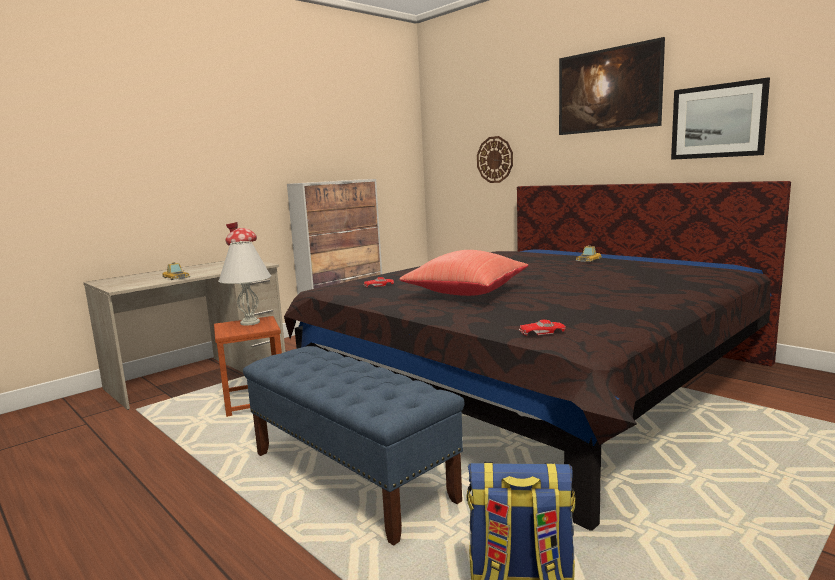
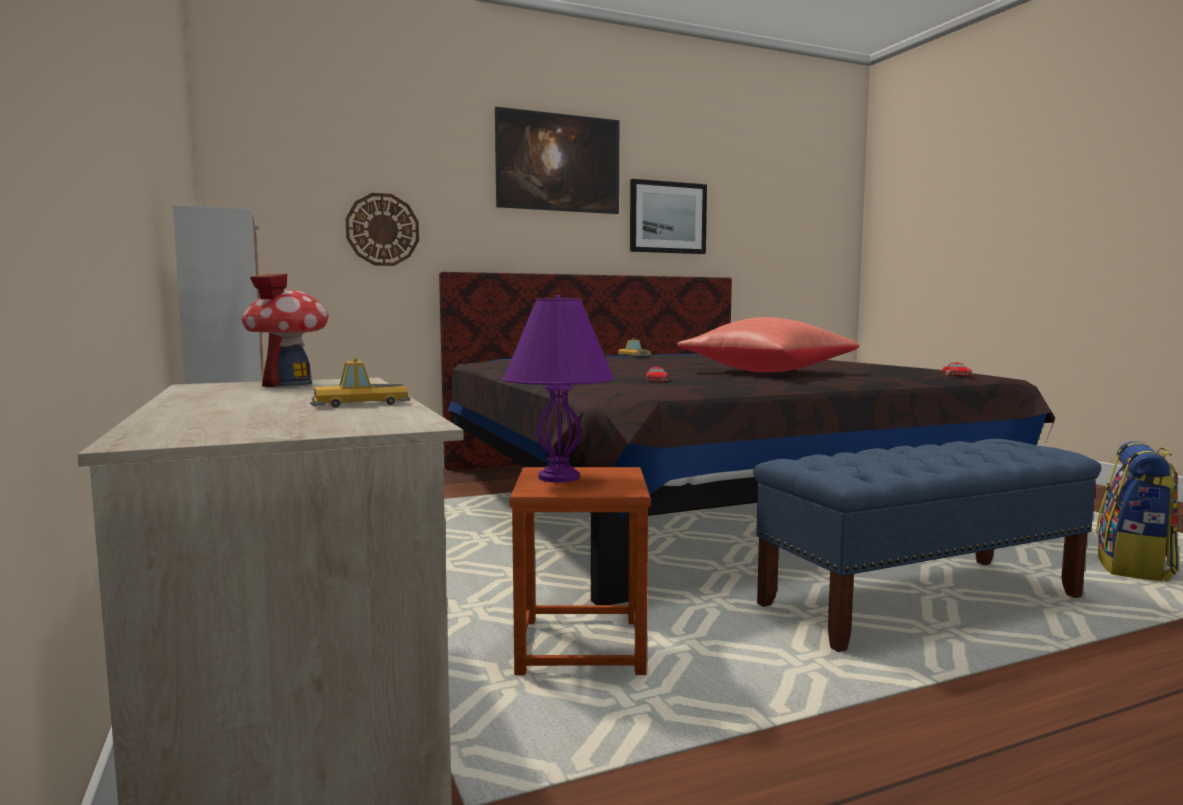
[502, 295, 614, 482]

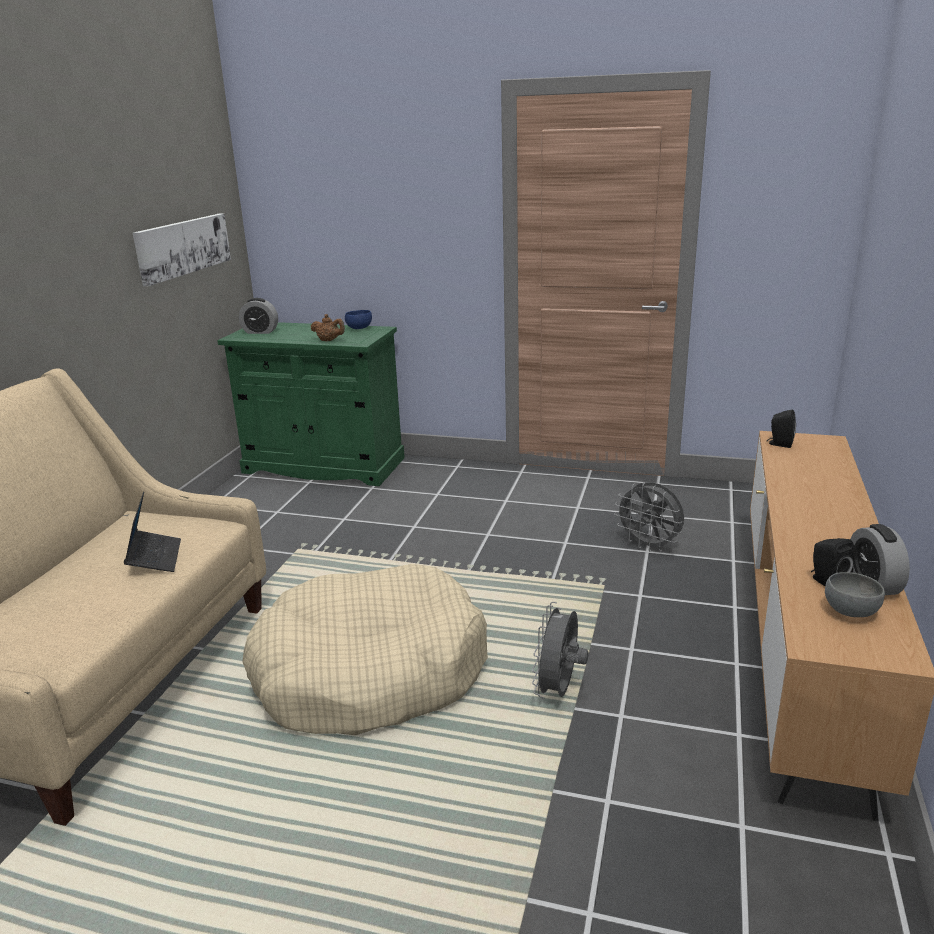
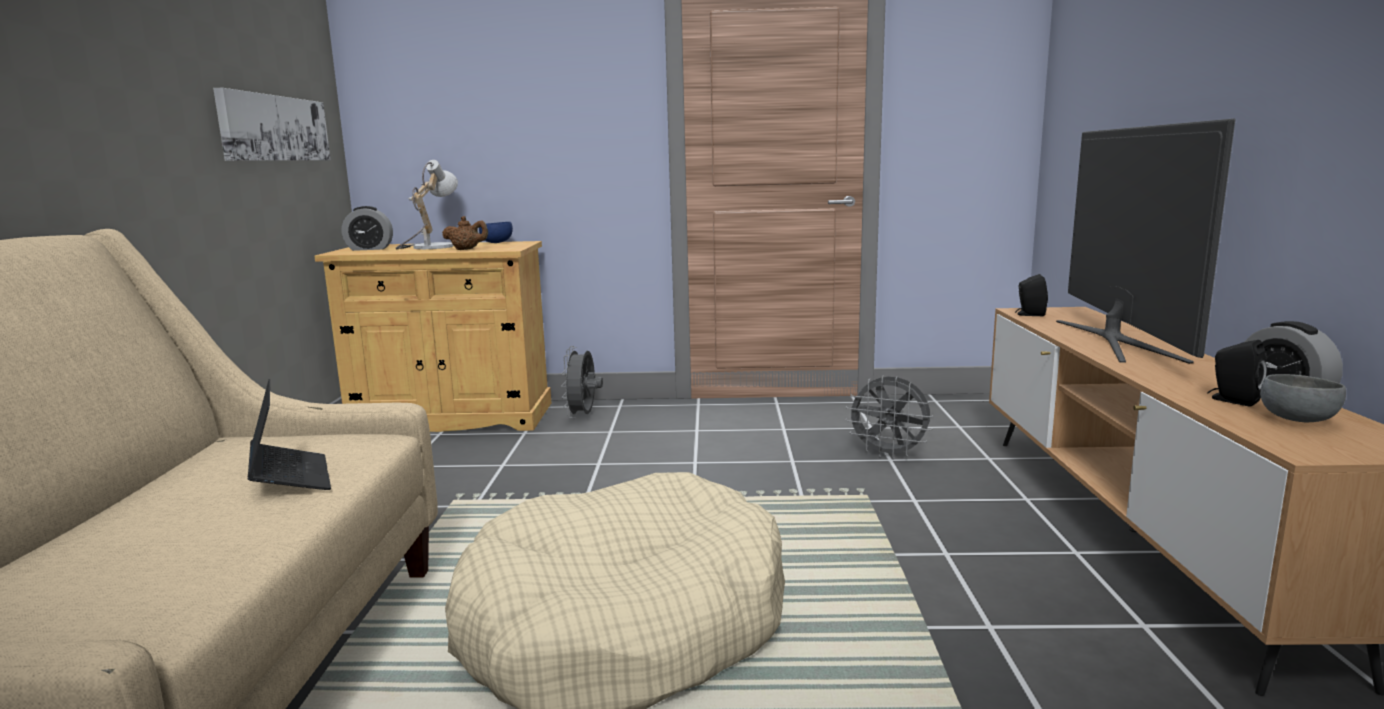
[396, 160, 458, 249]
[1056, 118, 1235, 364]
[561, 346, 603, 418]
[314, 241, 551, 432]

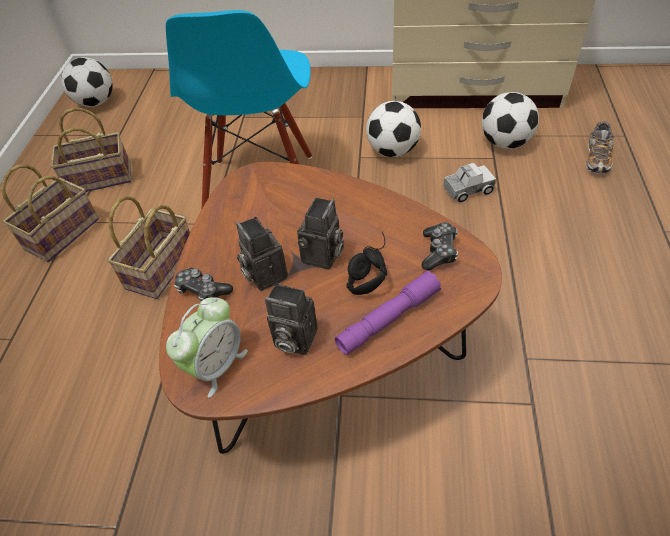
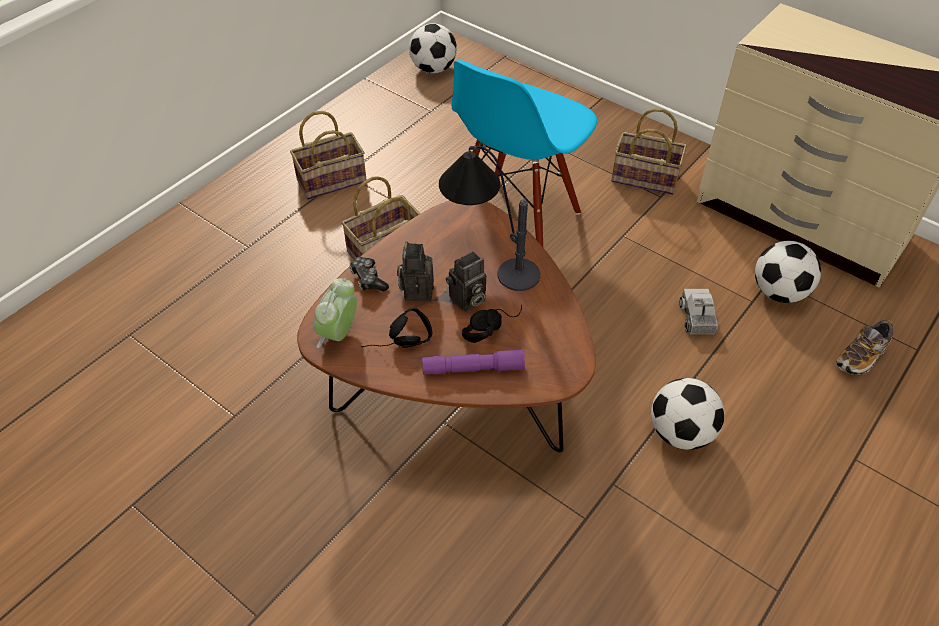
[421, 222, 458, 271] (first image)
[439, 146, 540, 291]
[611, 108, 687, 195]
[651, 378, 725, 450]
[361, 308, 432, 348]
[314, 278, 357, 348]
[679, 289, 718, 334]

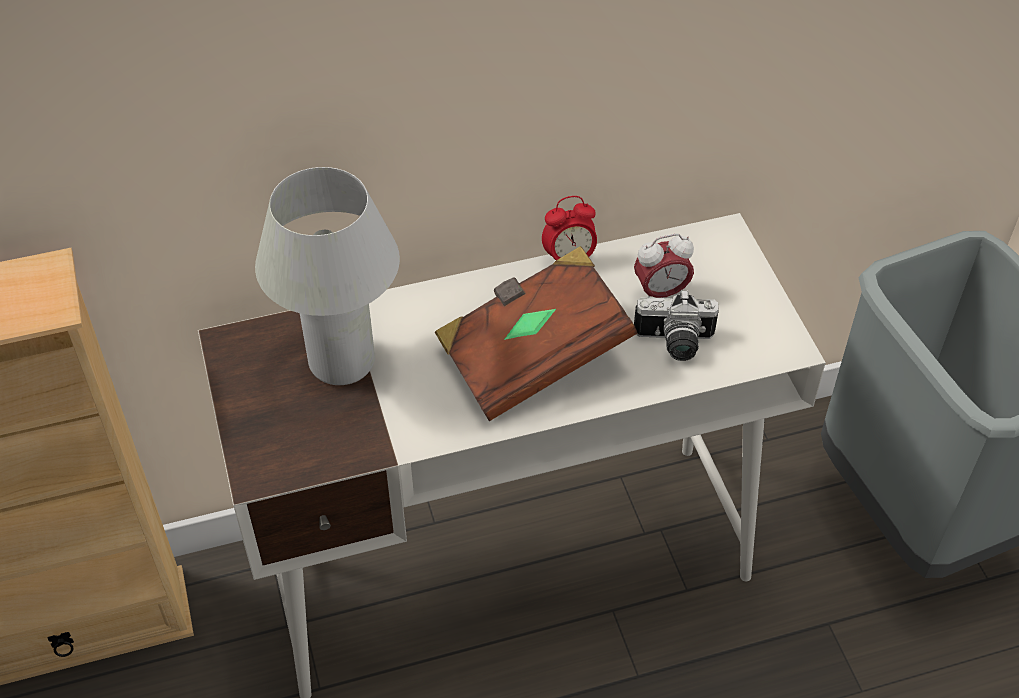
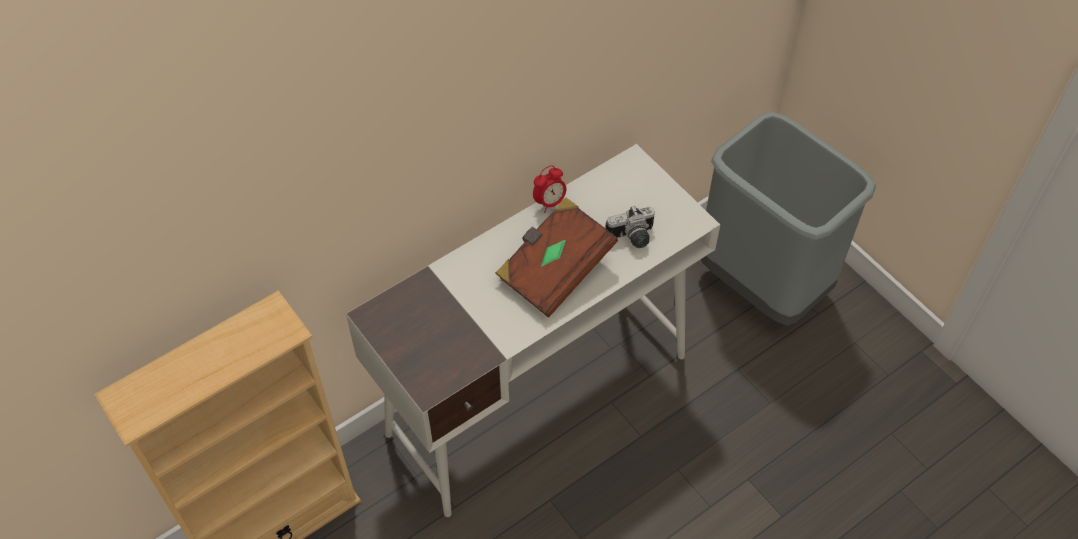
[255, 167, 400, 385] (first image)
[634, 234, 694, 298] (first image)

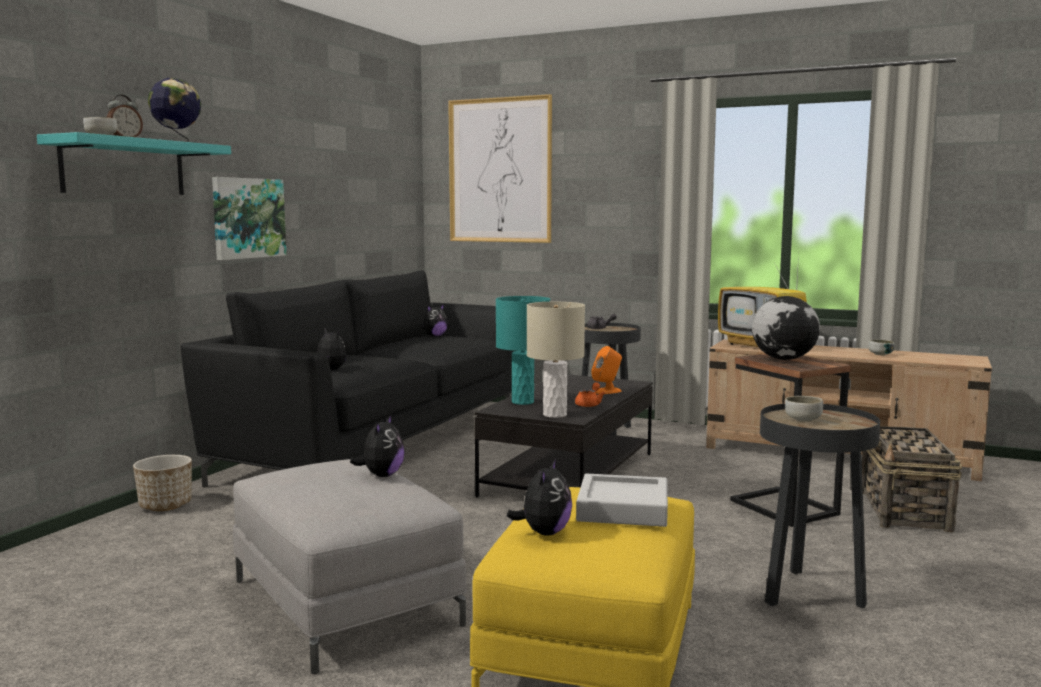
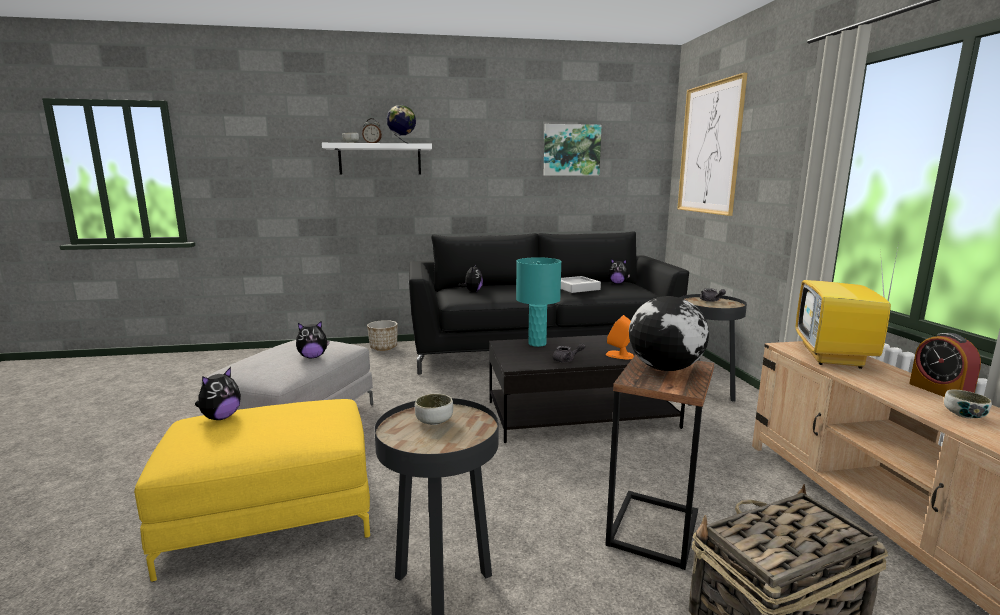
[527, 302, 585, 418] (first image)
[909, 333, 981, 397]
[544, 124, 602, 176]
[561, 276, 601, 293]
[322, 143, 432, 174]
[553, 343, 585, 362]
[195, 367, 241, 420]

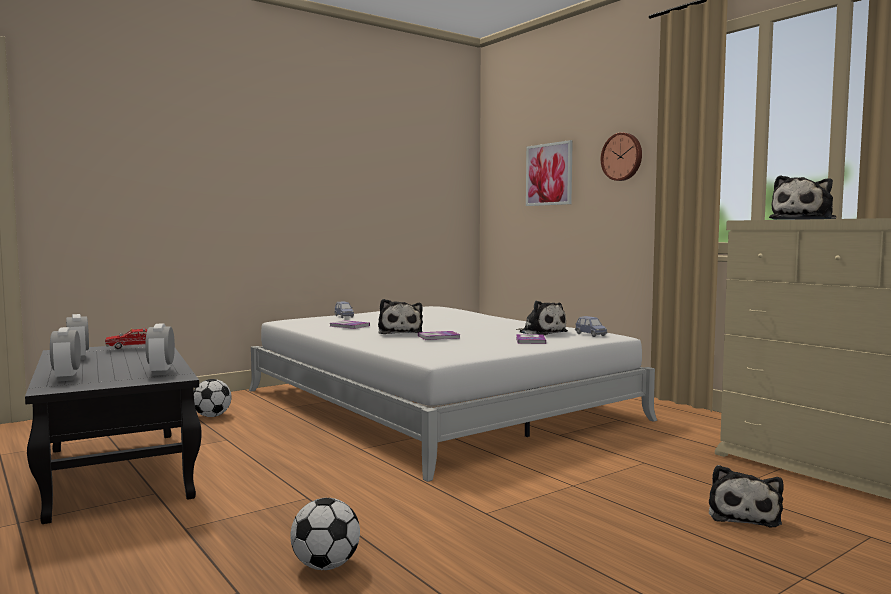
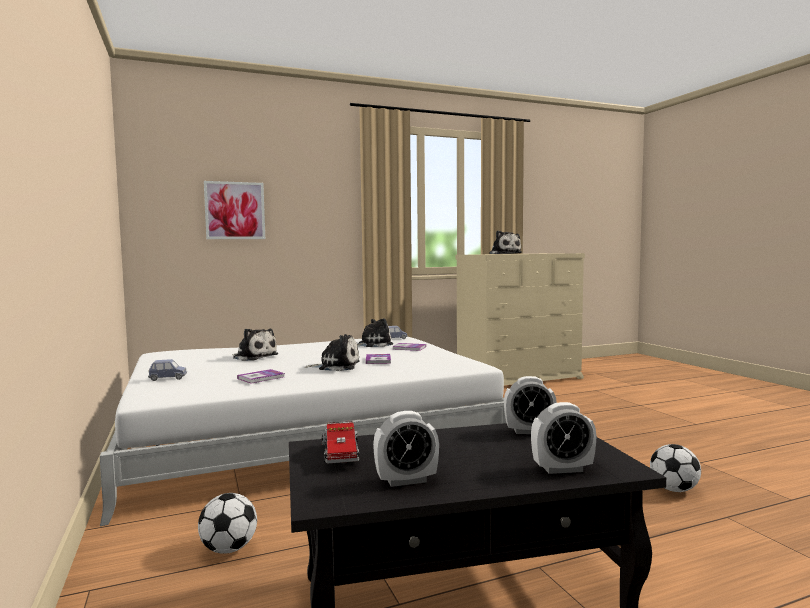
[601, 132, 642, 181] (first image)
[233, 329, 278, 361]

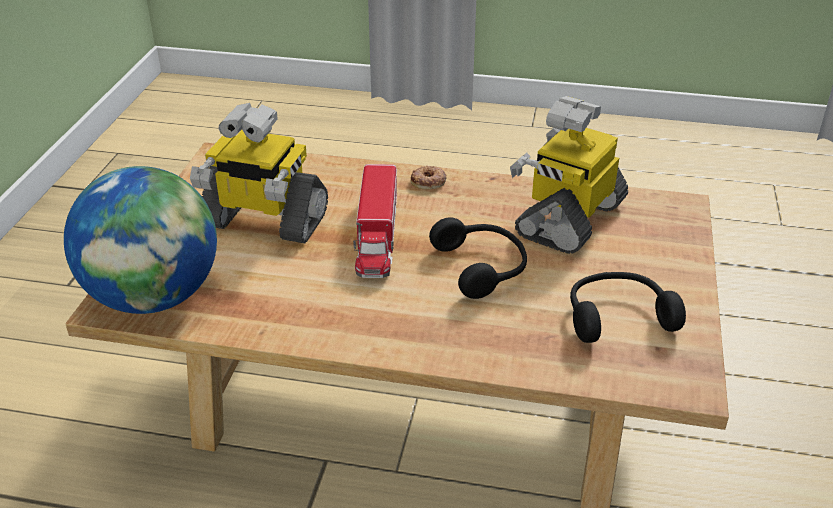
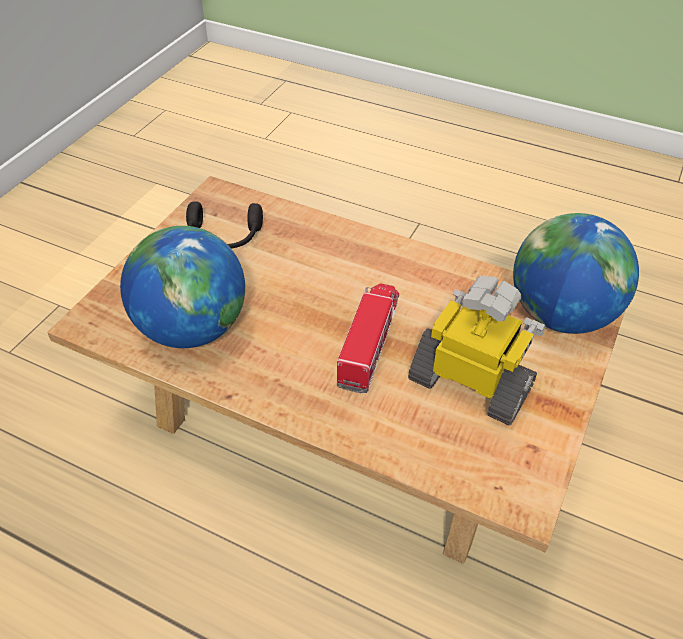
[411, 166, 446, 189] (first image)
[429, 217, 527, 299] (first image)
[120, 226, 245, 348]

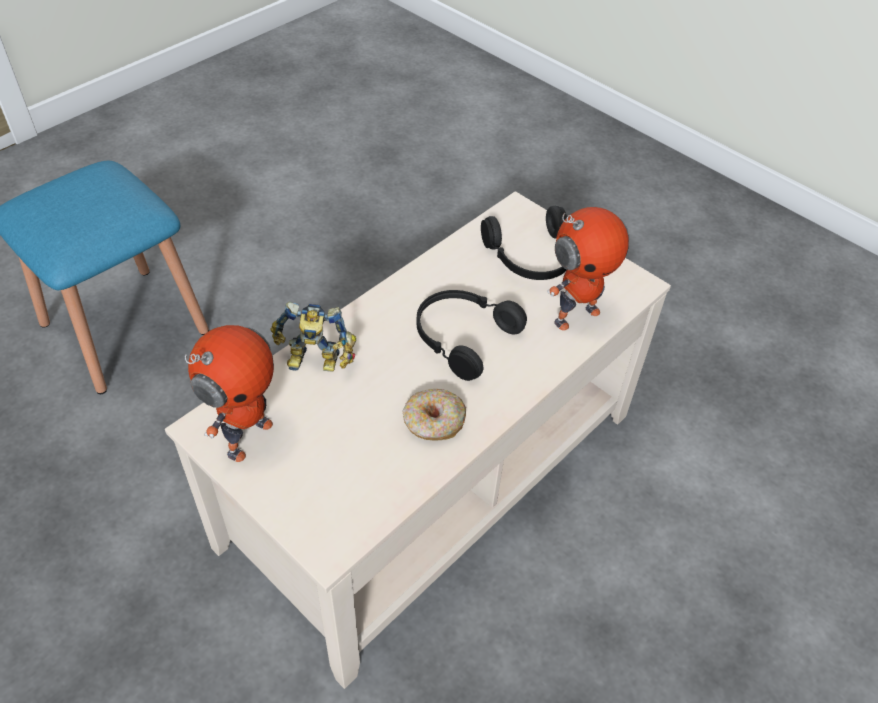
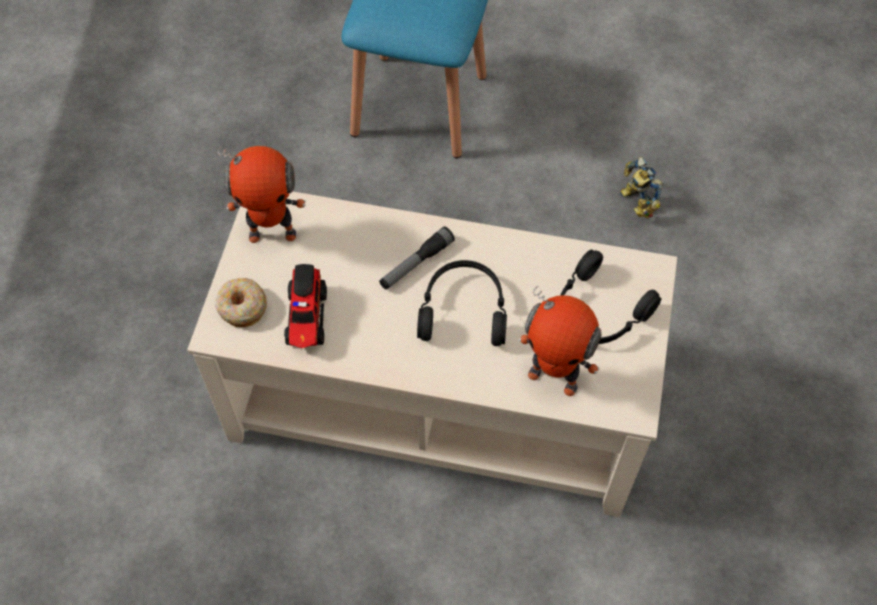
[284, 264, 327, 348]
[379, 226, 455, 289]
[620, 157, 663, 218]
[215, 278, 267, 327]

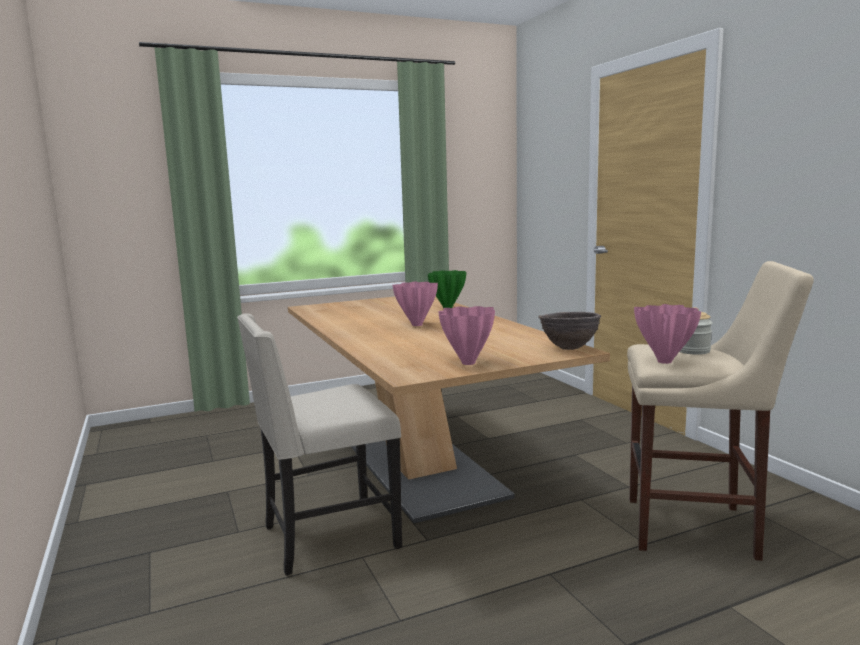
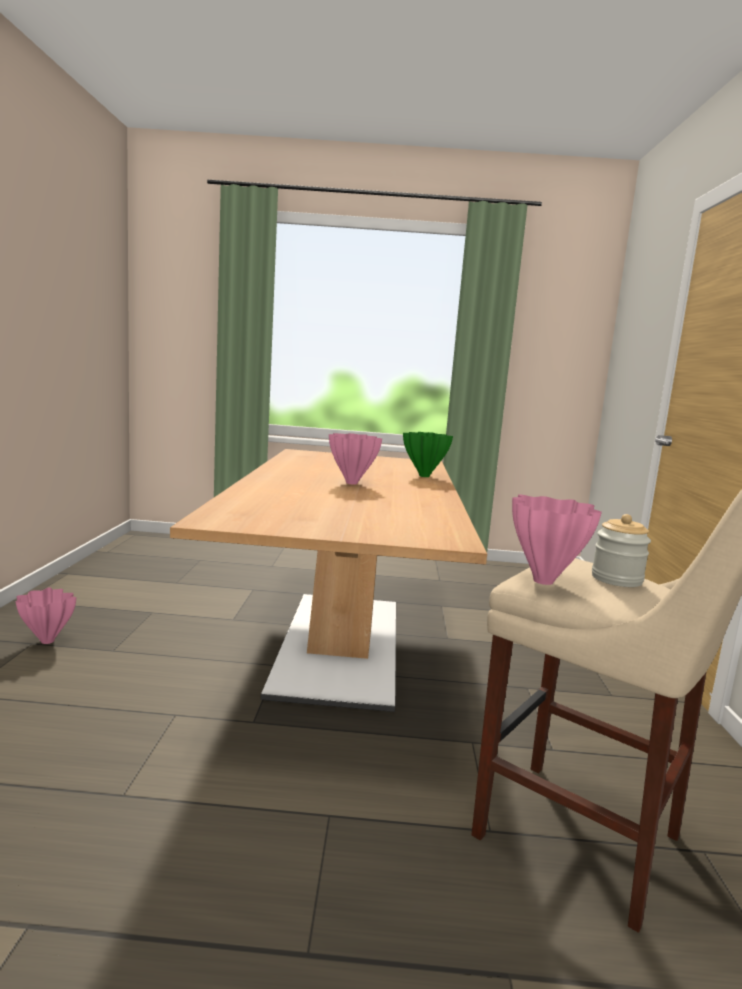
[237, 313, 402, 576] (first image)
[538, 312, 601, 350] (first image)
[16, 587, 76, 644]

